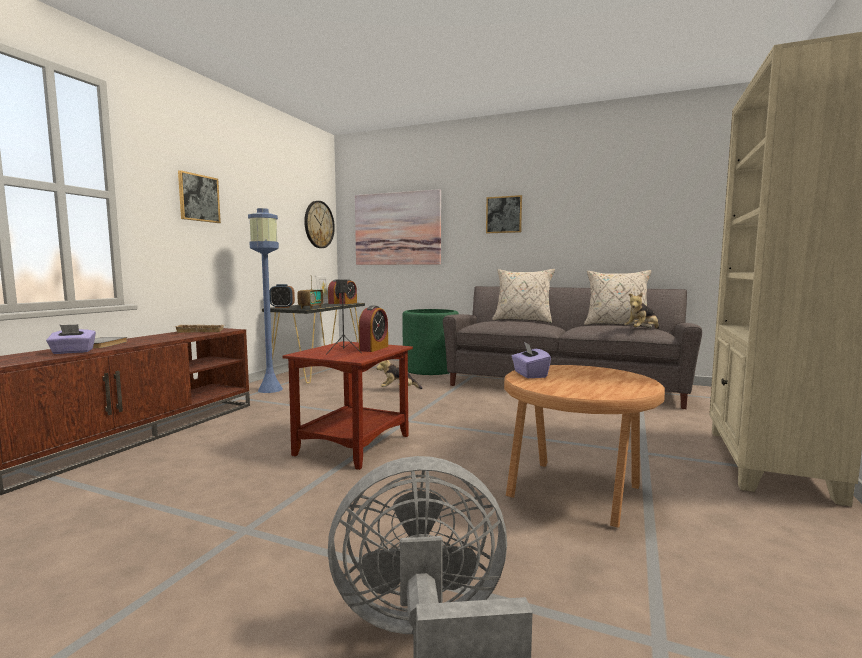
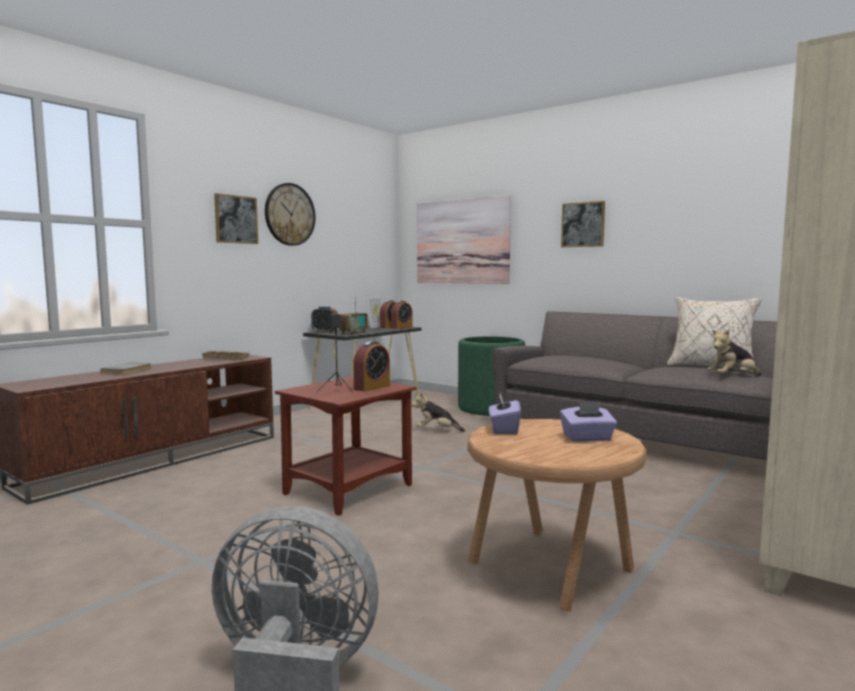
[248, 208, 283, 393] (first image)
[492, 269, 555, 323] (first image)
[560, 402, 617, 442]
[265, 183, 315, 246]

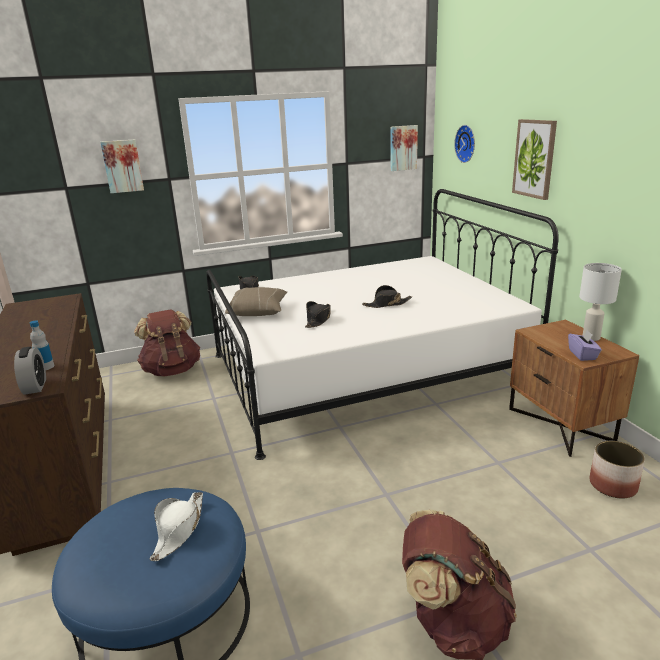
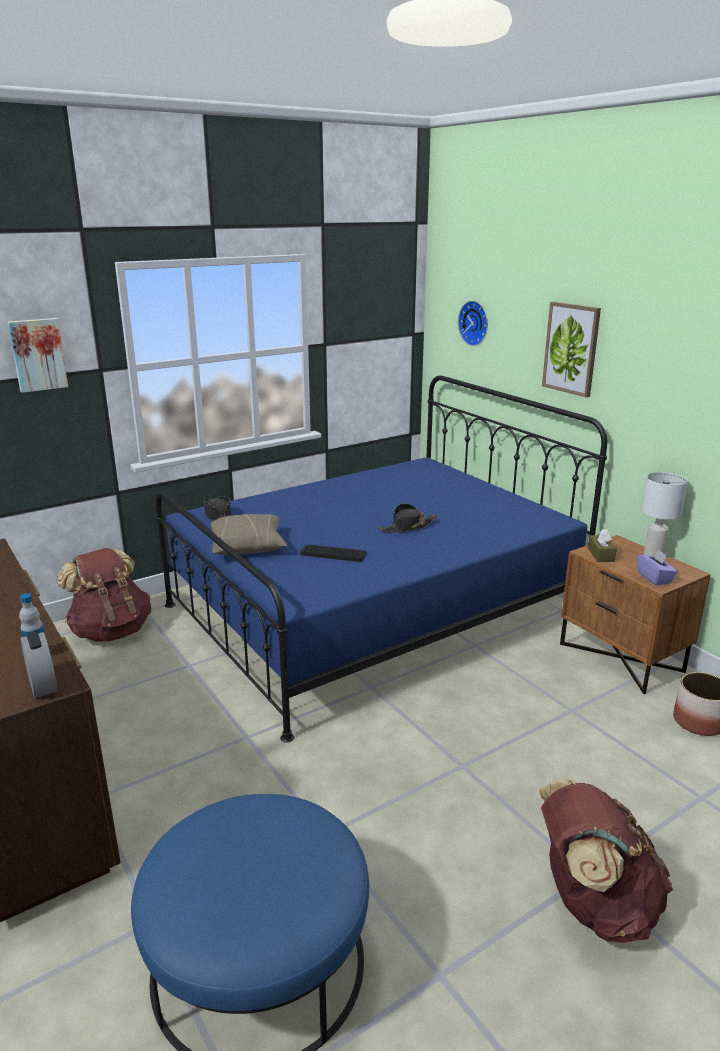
[150, 492, 203, 561] (first image)
[391, 125, 418, 171] (first image)
[588, 529, 617, 562]
[300, 545, 367, 562]
[156, 375, 607, 743]

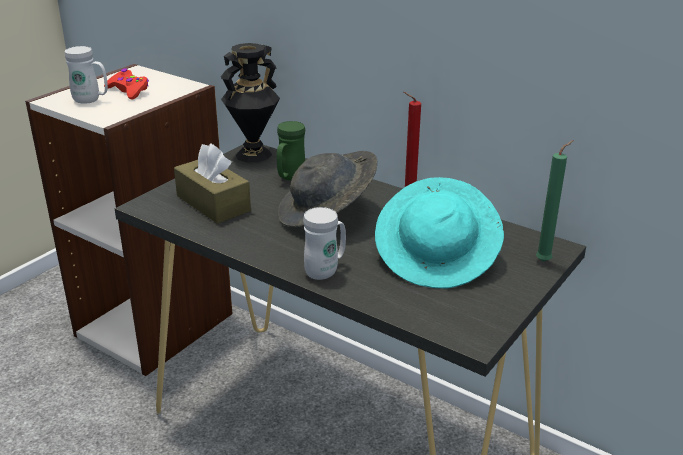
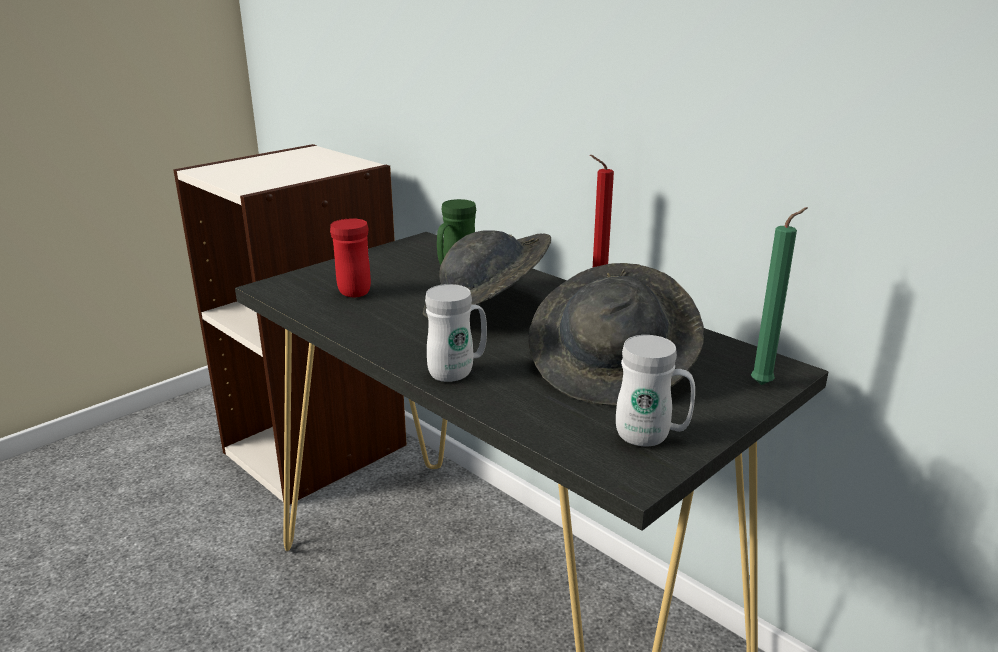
[104, 68, 149, 99] (first image)
[221, 43, 280, 162] (first image)
[616, 335, 695, 446]
[330, 218, 371, 297]
[528, 263, 704, 406]

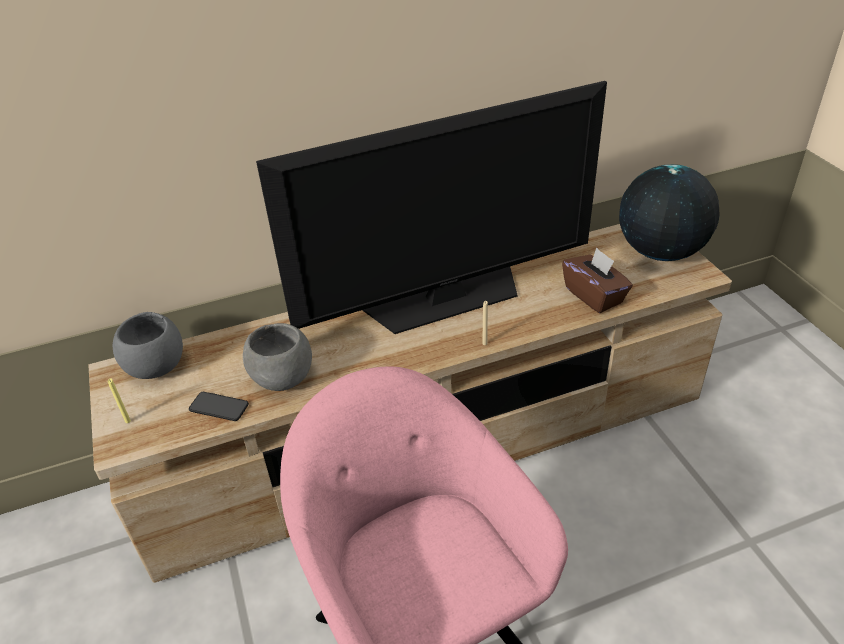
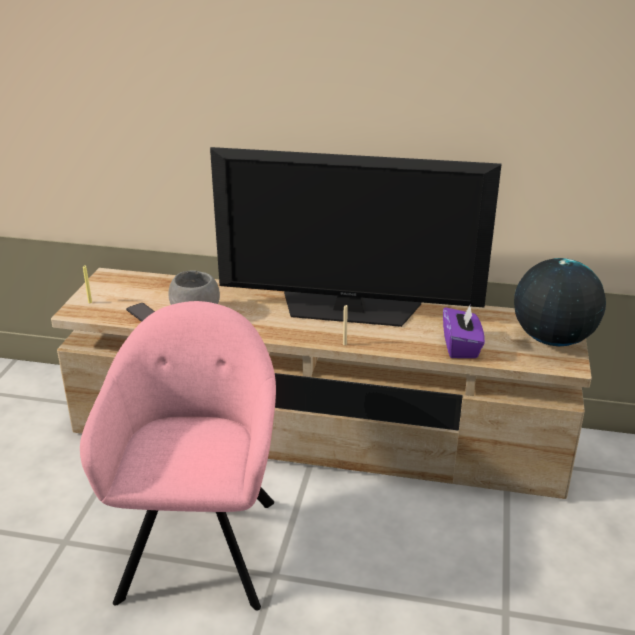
[113, 312, 183, 379] (first image)
[443, 305, 485, 358]

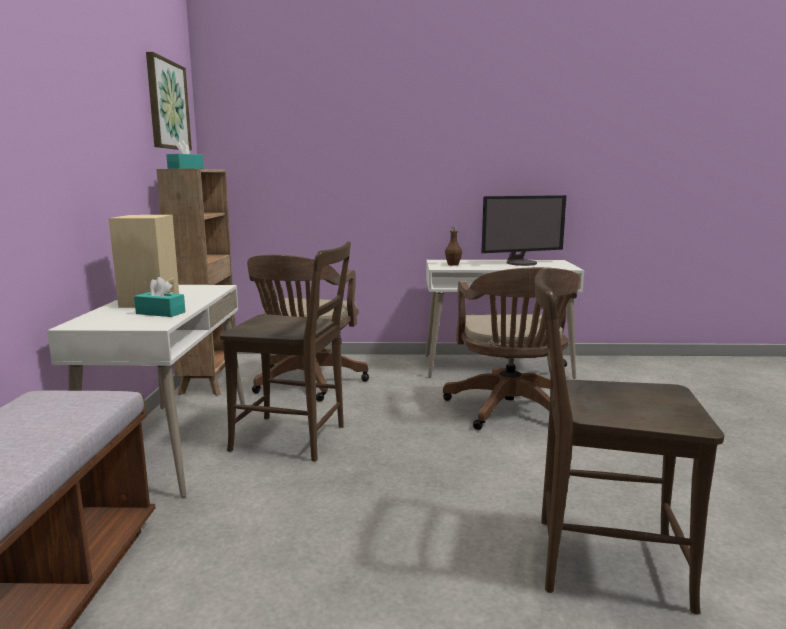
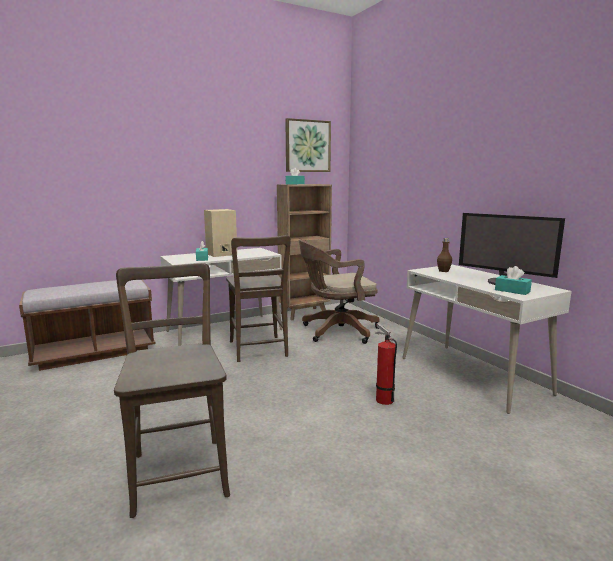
[495, 266, 532, 295]
[375, 323, 397, 405]

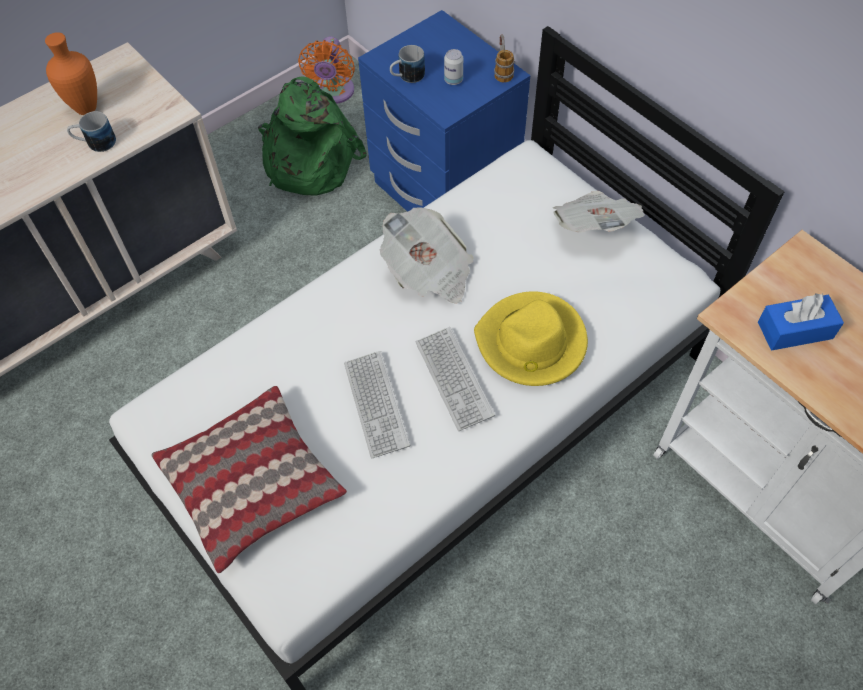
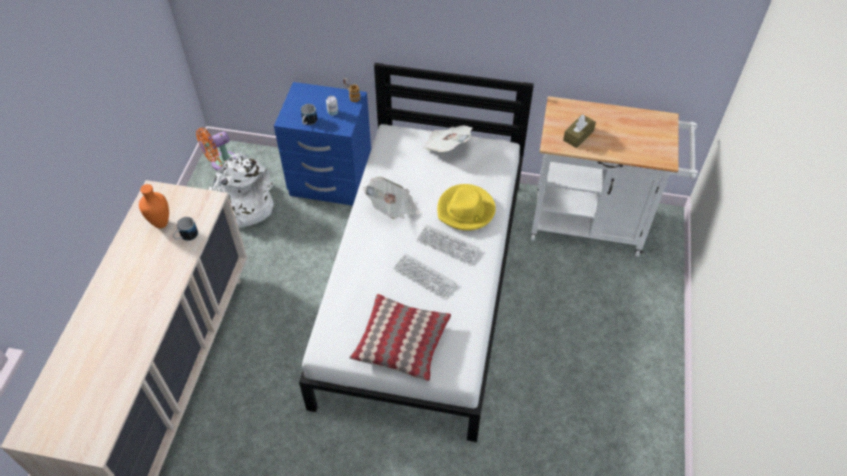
[208, 153, 274, 228]
[563, 114, 596, 148]
[196, 128, 237, 170]

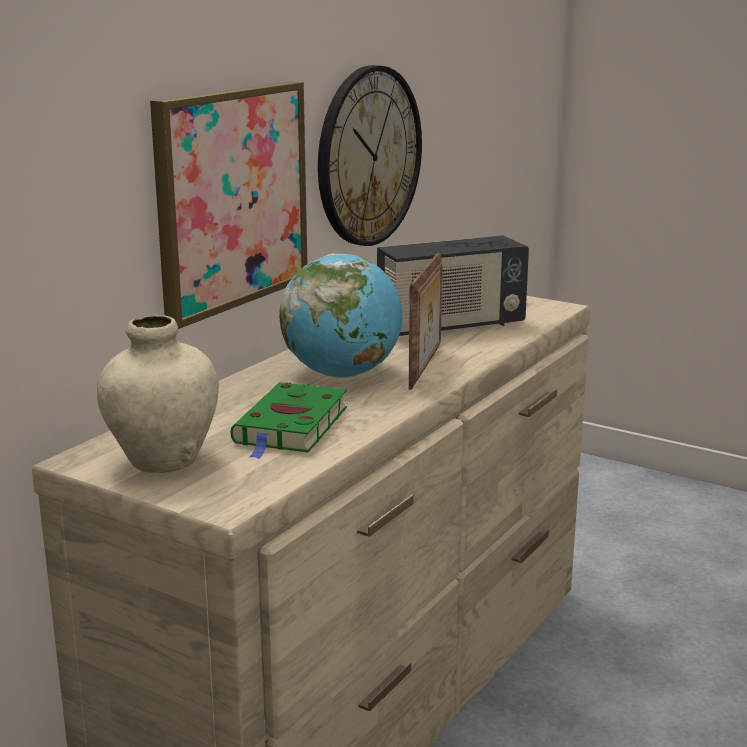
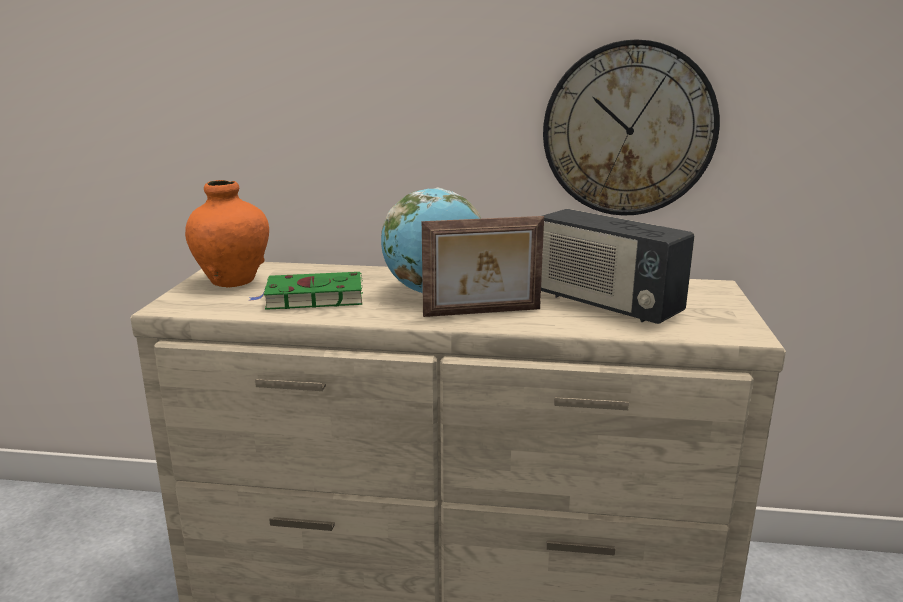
[150, 81, 307, 329] (first image)
[185, 180, 269, 288]

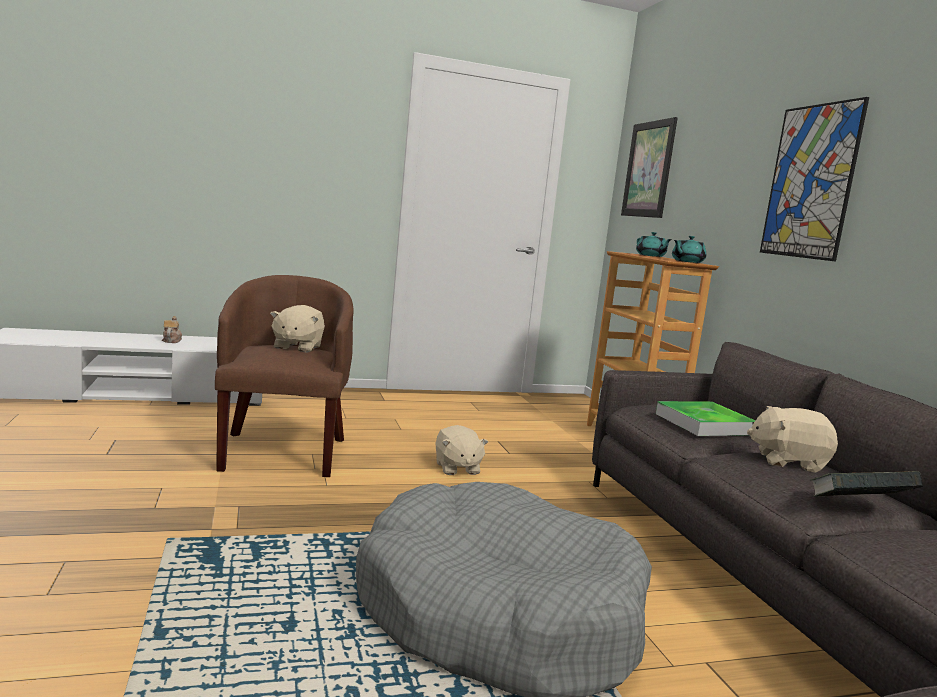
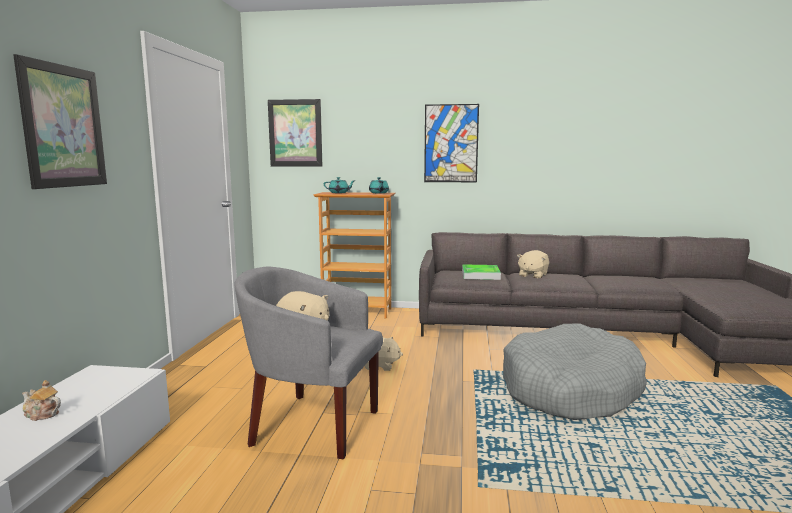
[810, 471, 923, 497] (first image)
[13, 54, 107, 189]
[234, 267, 383, 459]

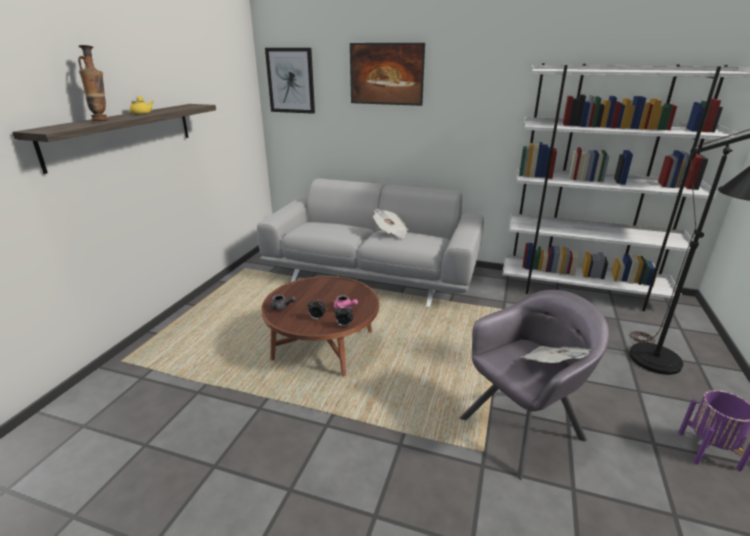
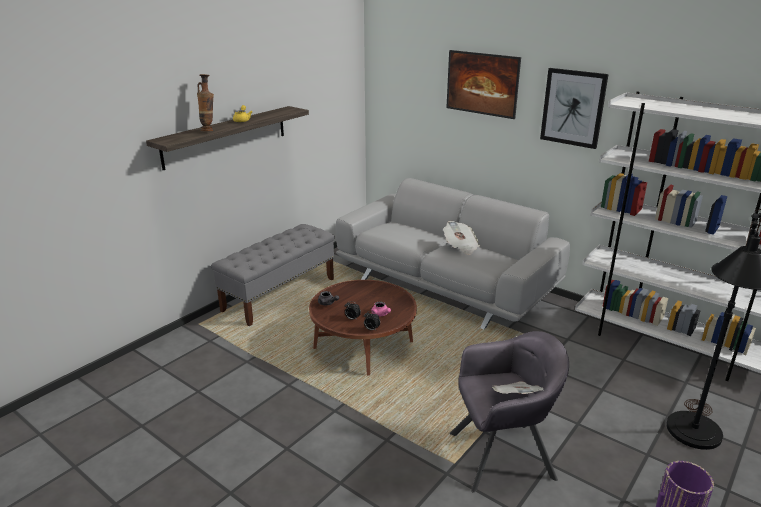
[211, 224, 335, 326]
[540, 68, 609, 149]

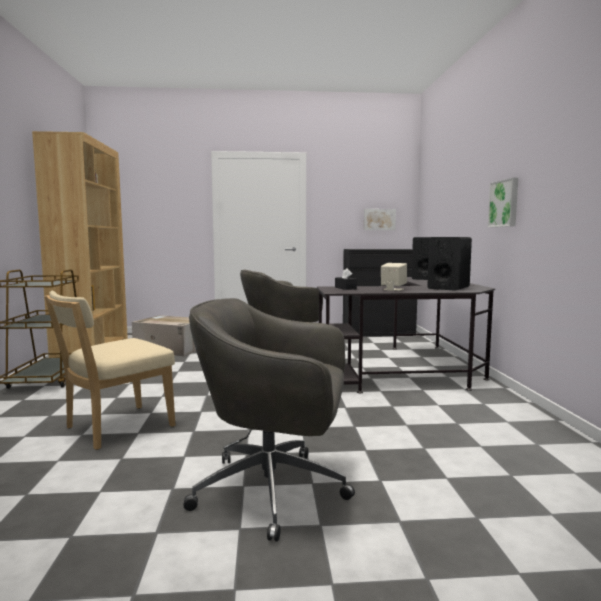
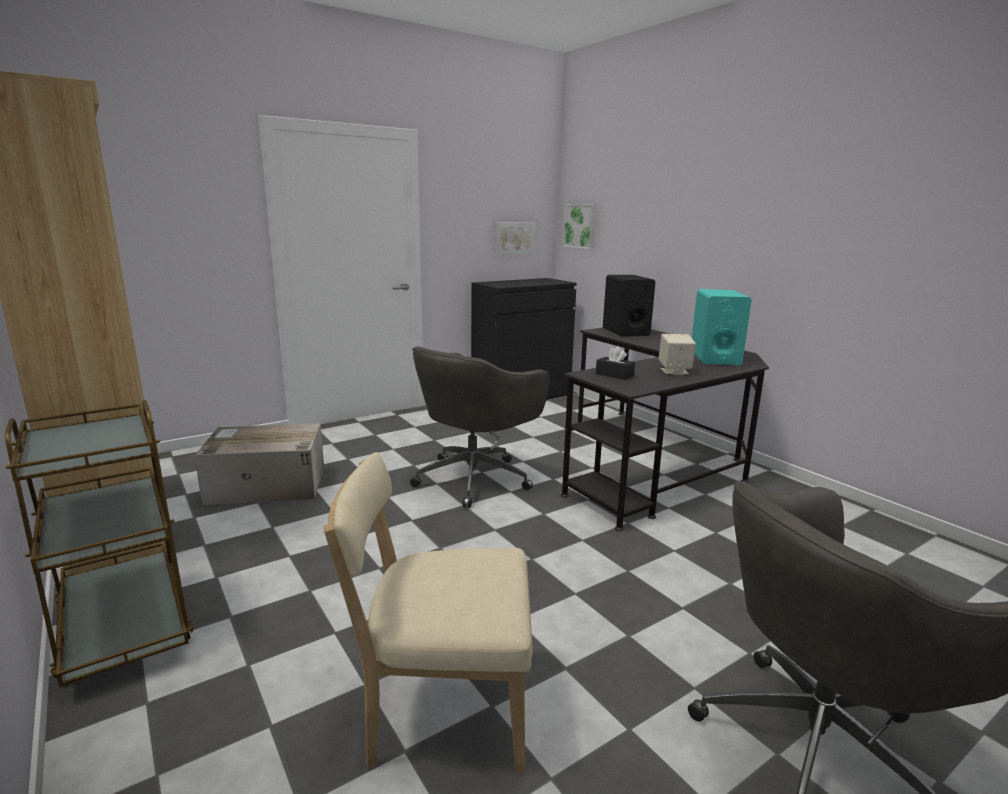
[563, 205, 596, 249]
[692, 289, 752, 365]
[323, 452, 533, 773]

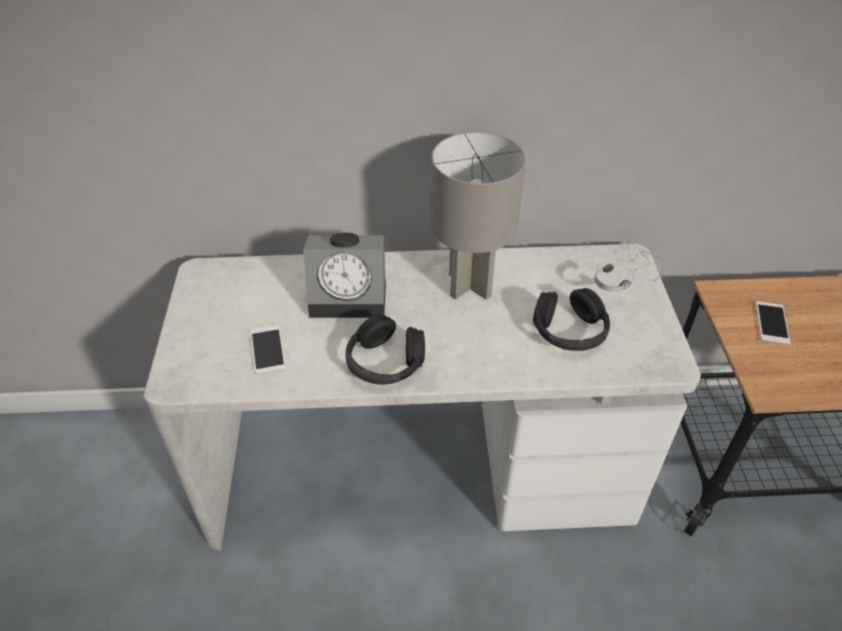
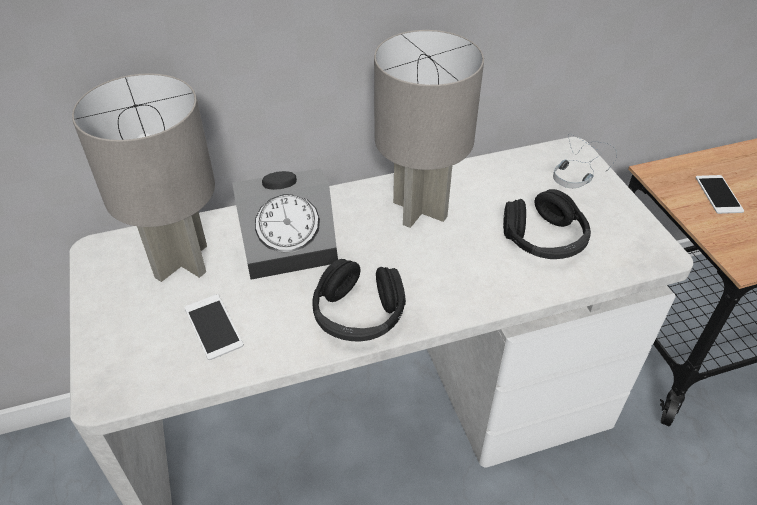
[72, 73, 215, 282]

